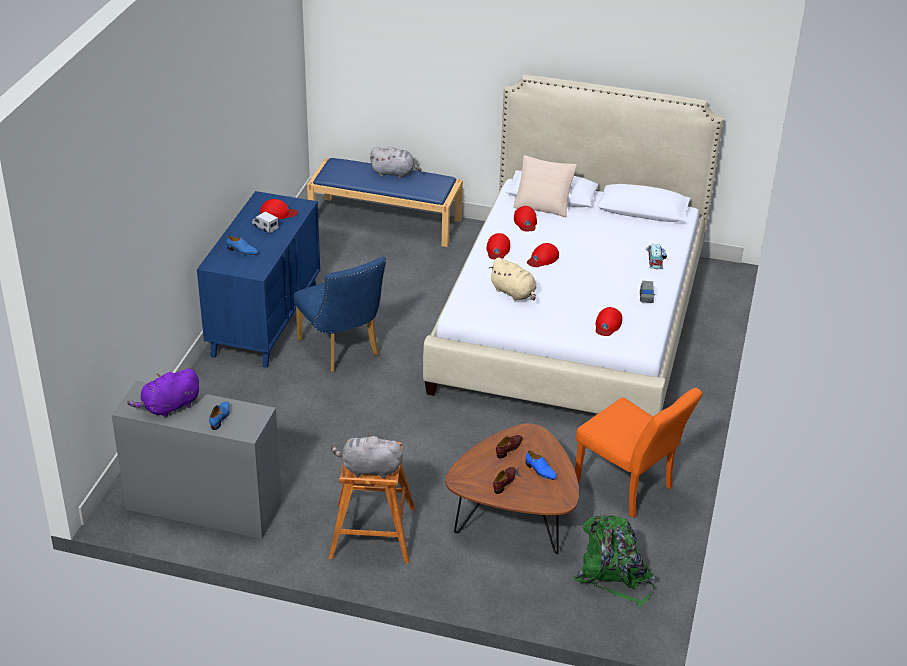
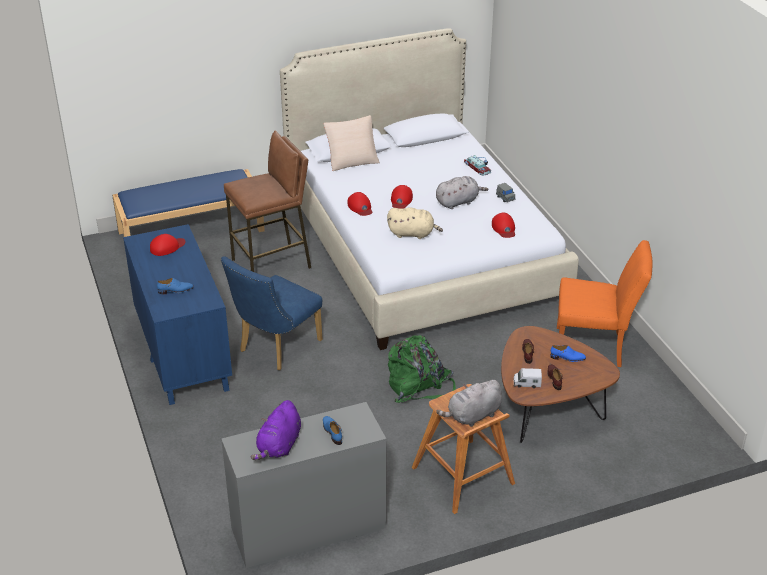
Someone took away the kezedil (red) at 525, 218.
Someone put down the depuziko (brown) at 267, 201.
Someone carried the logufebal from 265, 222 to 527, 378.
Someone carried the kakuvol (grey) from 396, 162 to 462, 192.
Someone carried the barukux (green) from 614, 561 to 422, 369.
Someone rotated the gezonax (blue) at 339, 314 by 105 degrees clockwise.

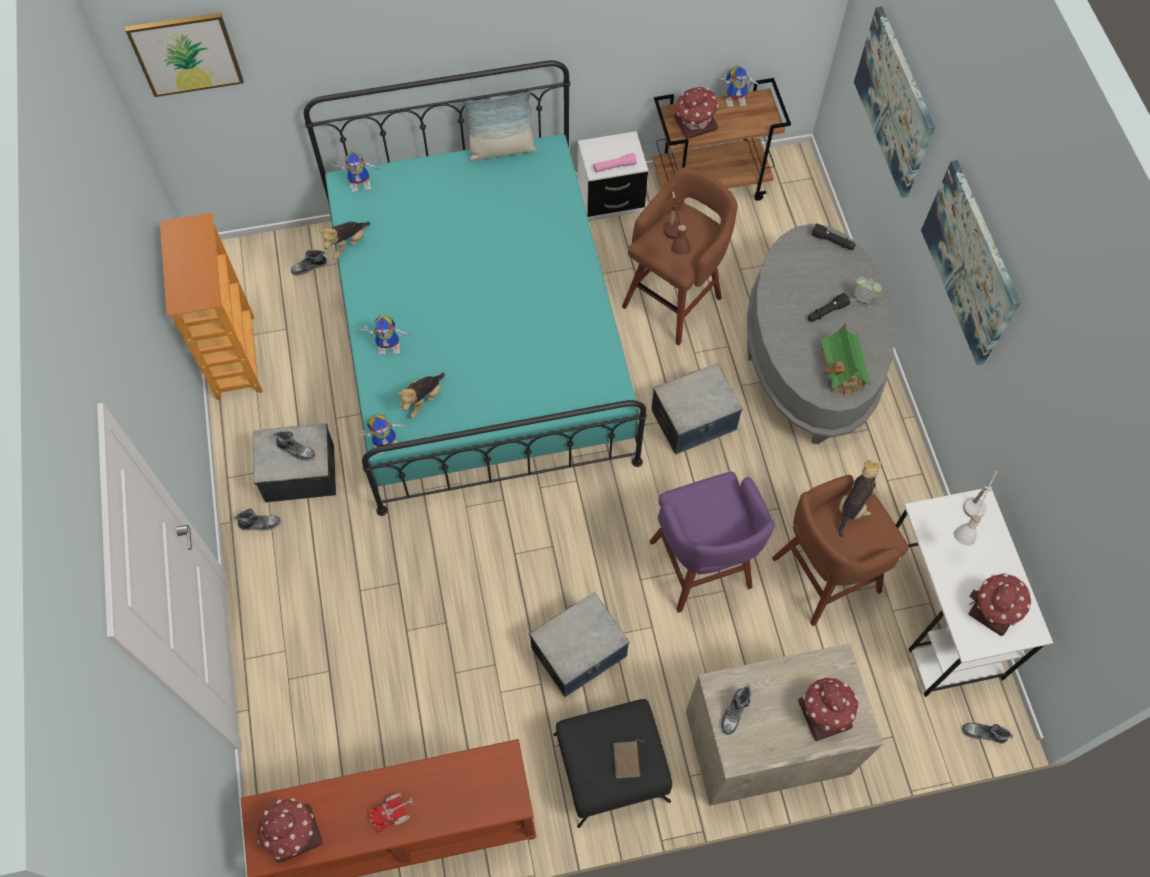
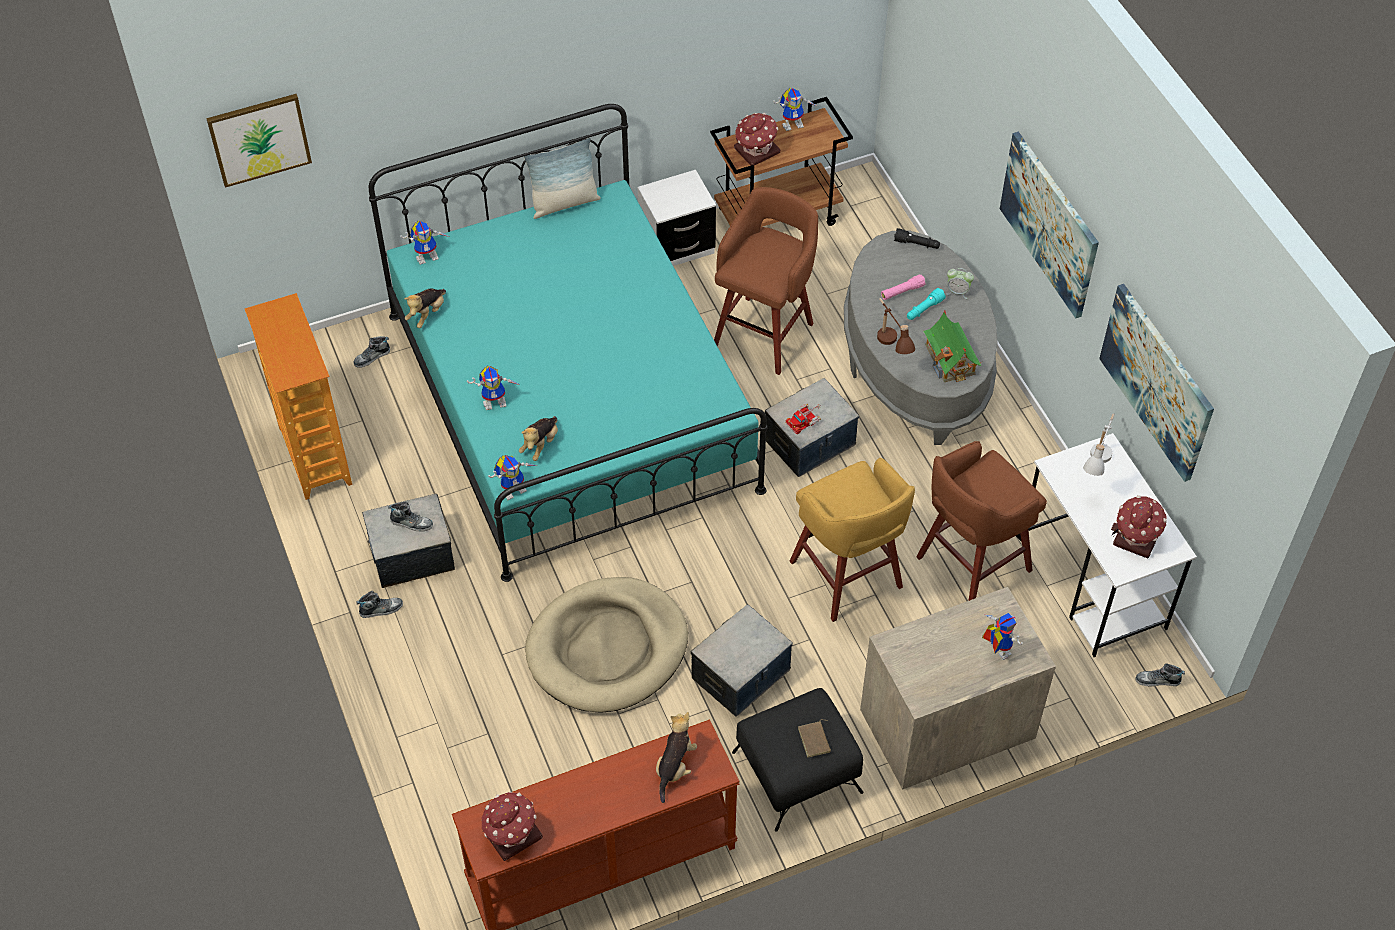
Someone took away the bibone at 736, 710.
Someone put down the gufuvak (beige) at 606, 645.
Someone carried the logufebal from 391, 812 to 803, 418.
Someone carried the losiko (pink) from 615, 162 to 903, 287.
Someone carried the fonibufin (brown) from 677, 223 to 896, 326.
Someone carried the kakuvol from 860, 498 to 676, 757.
Someone carried the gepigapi from 894, 102 to 1156, 383.
Someone swapped the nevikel at 828, 709 for the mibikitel at 1002, 636.
Someone repainted the depuziko (purple) at 712, 542, which became the depuziko (yellow) at 852, 540.
Someone repainted the losiko (black) at 829, 307, which became the losiko (turquoise) at 926, 304.

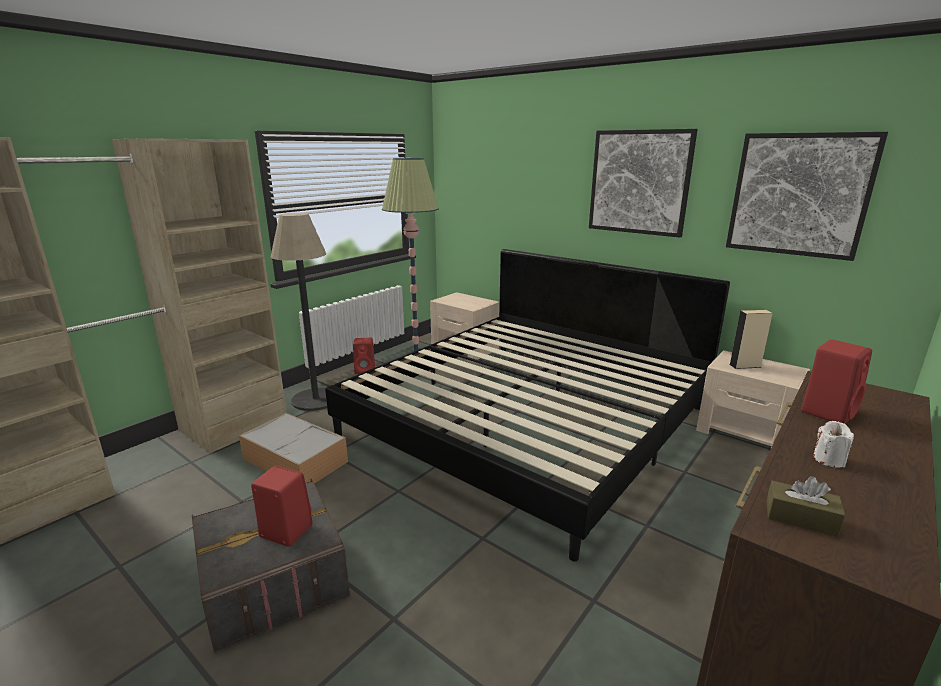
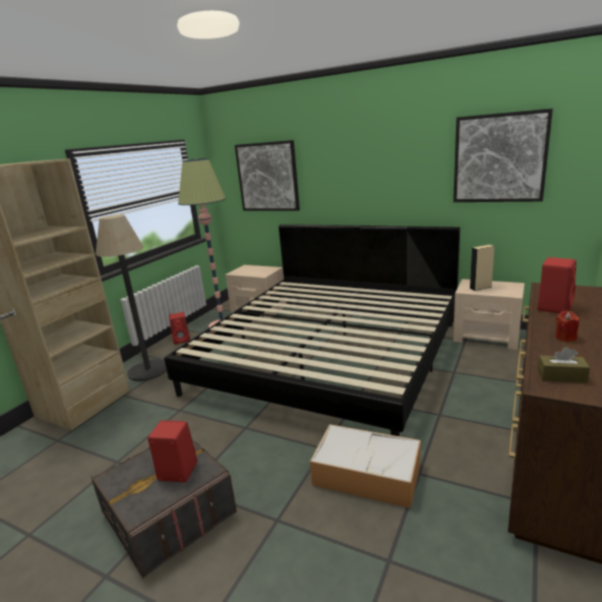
Someone carried the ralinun from 293, 448 to 365, 466.
Someone carried the gepigapi from 643, 183 to 267, 175.
Someone repainted the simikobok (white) at 833, 444, which became the simikobok (red) at 567, 326.

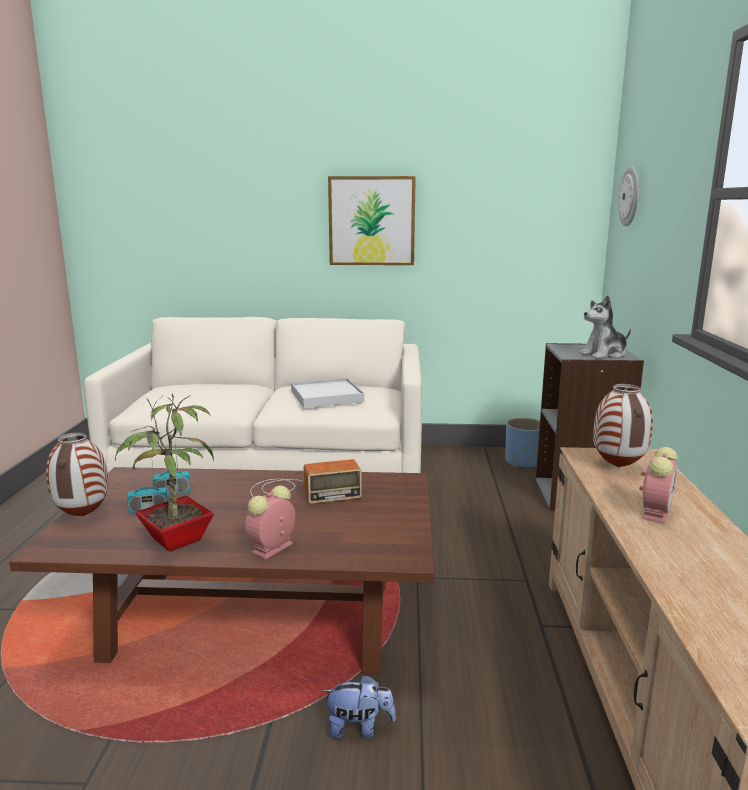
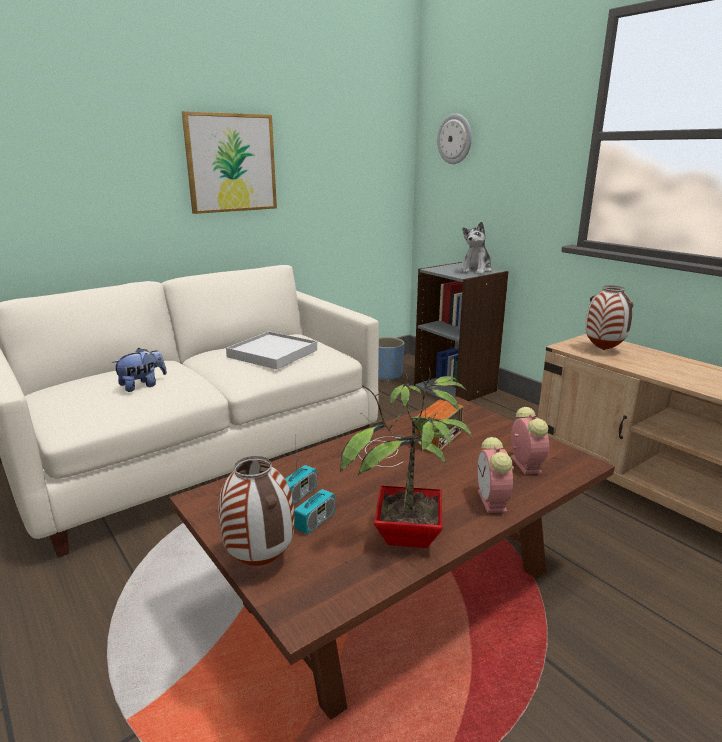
Someone carried the kakuvol from 359, 707 to 139, 370.
Someone carried the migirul from 658, 485 to 530, 441.

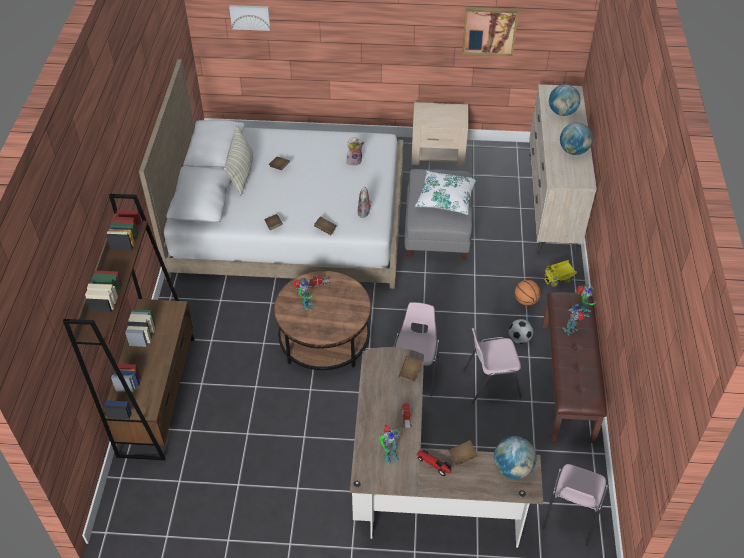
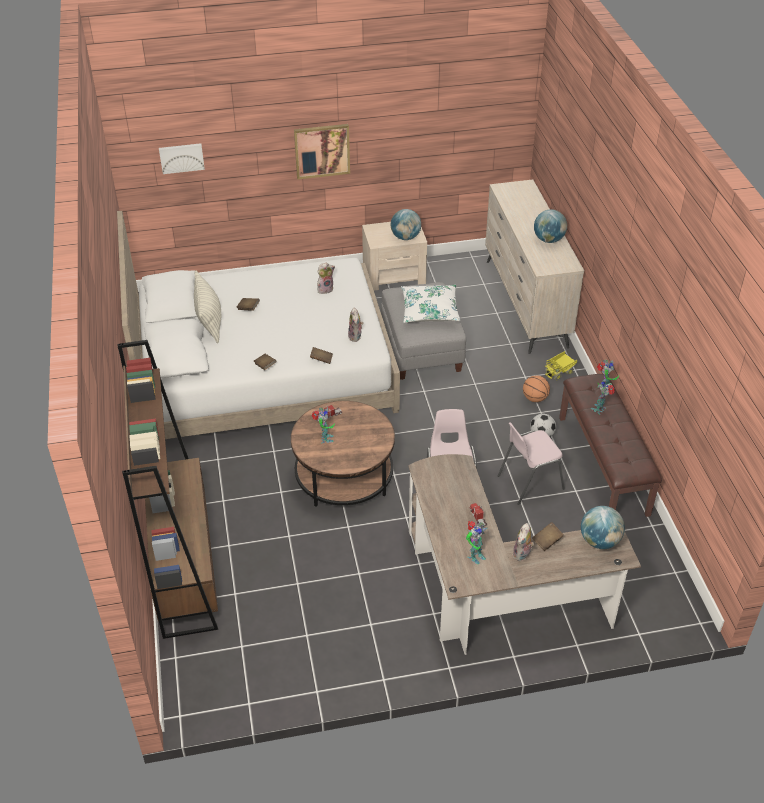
Someone took away the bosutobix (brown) at 410, 369.
Someone took away the gezonax (pink) at 575, 505.
Someone carried the gepigapi from 490, 32 to 322, 151.
Someone carried the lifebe from 564, 100 to 406, 224.
Someone swapped the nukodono at 434, 463 for the kakuvol at 523, 542.

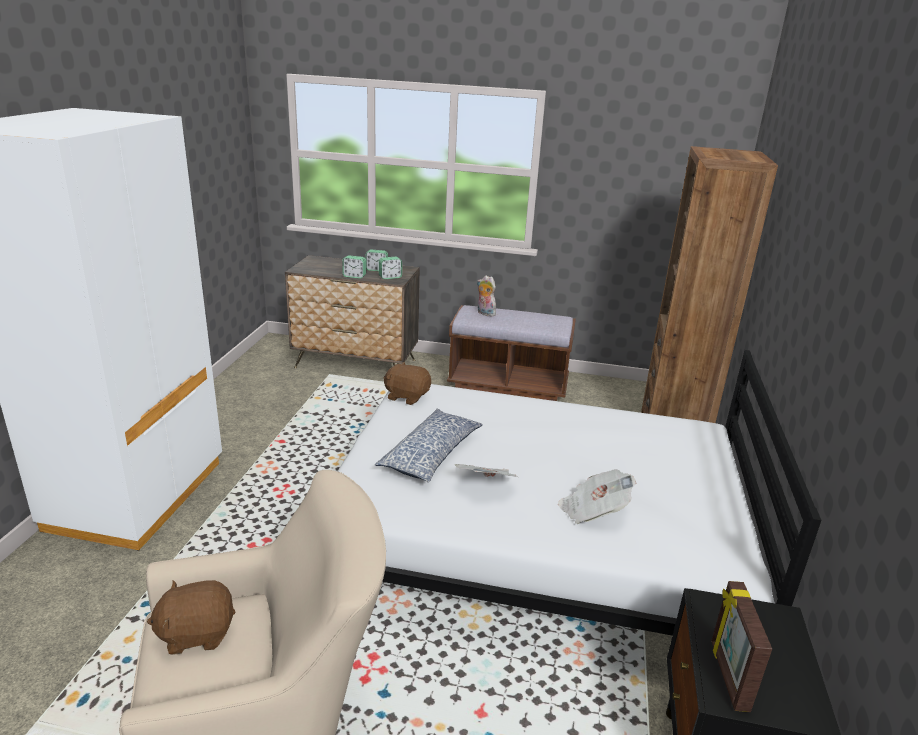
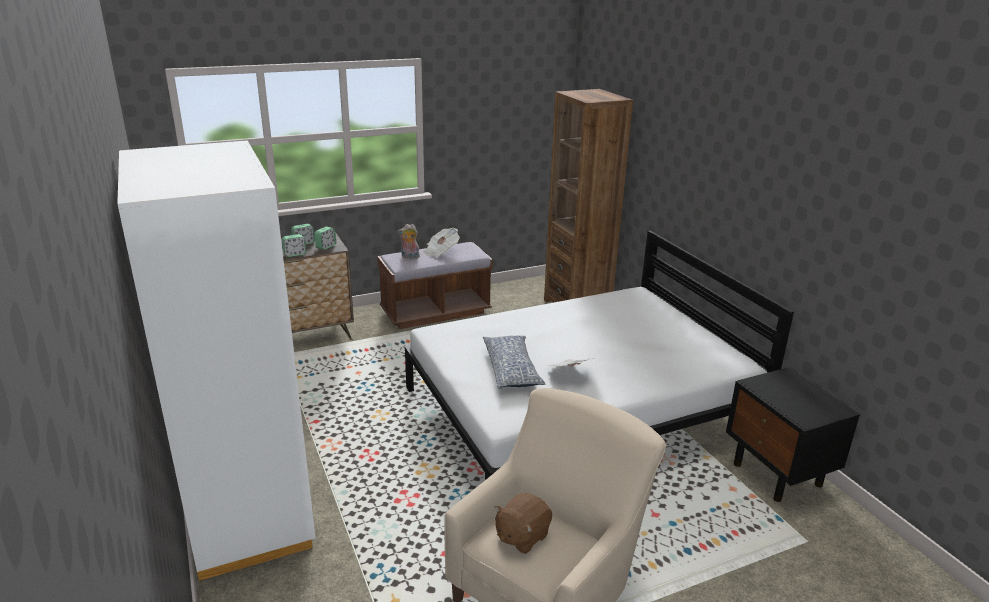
Someone took away the kakuvol (brown) at 407, 383.
Someone took away the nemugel at 741, 646.
Someone carried the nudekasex from 597, 496 to 441, 242.

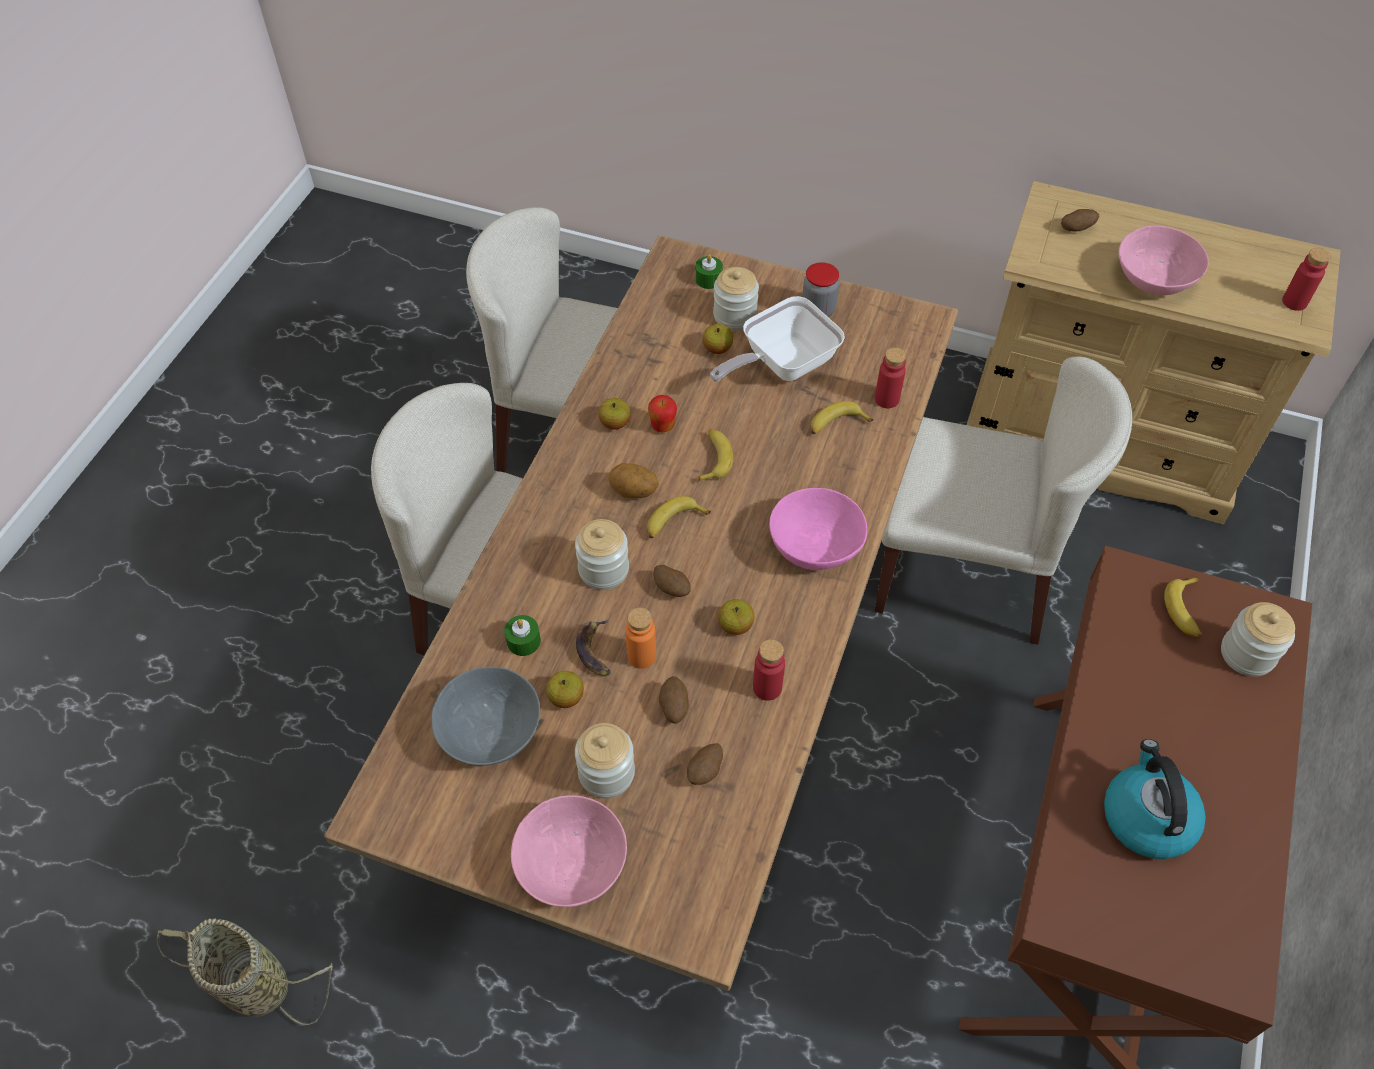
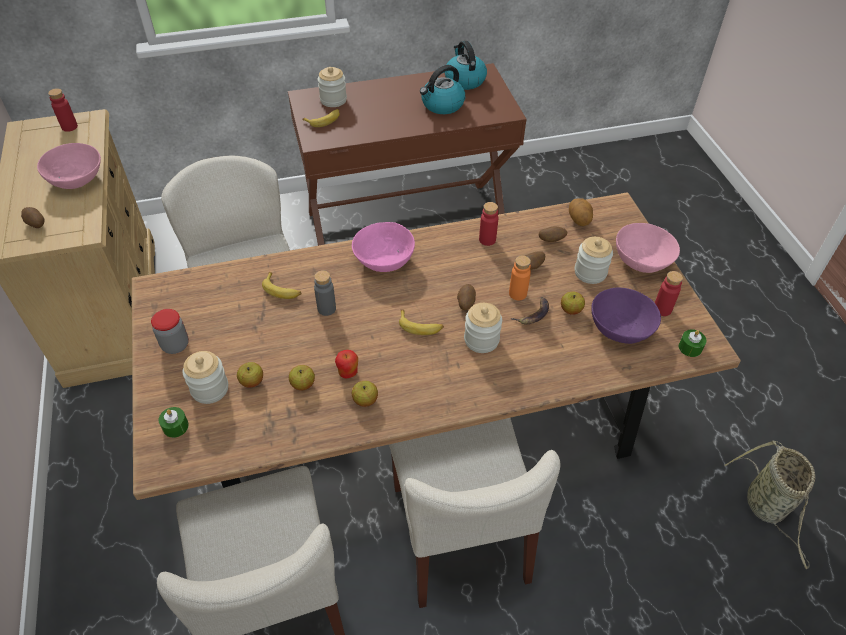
Someone took away the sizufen at 715, 455.
Someone took away the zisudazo at 777, 339.
Someone put down the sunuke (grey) at 325, 293.
Someone put down the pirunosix at 466, 65.
Someone carried the simikobok (green) from 522, 635 to 693, 343.
Someone carried the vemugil from 633, 480 to 581, 212.
Someone carried the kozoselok from 736, 617 to 302, 377.
Someone carried the sunuke (red) from 890, 377 to 669, 293.
Someone repainted the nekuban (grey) at 485, 716, which became the nekuban (purple) at 626, 315.

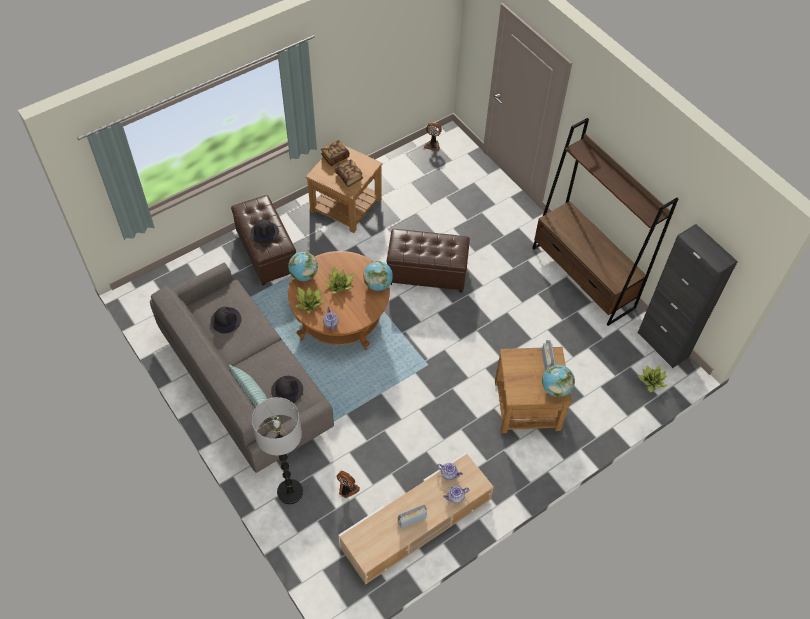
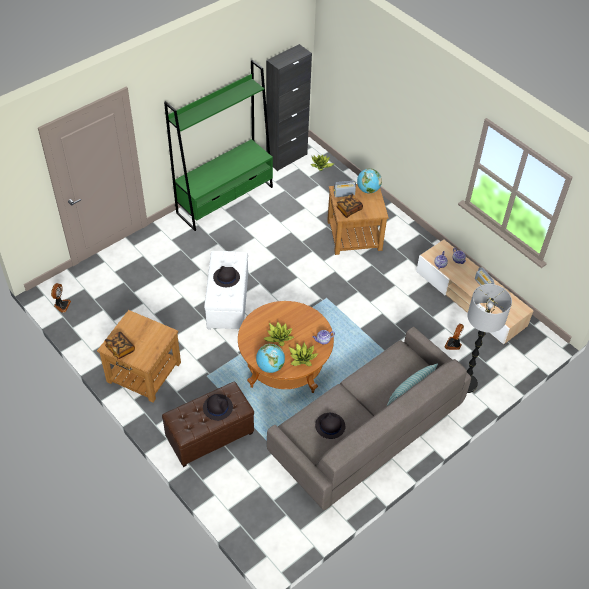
Someone took away the lifebe at 378, 276.
Someone carried the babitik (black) from 287, 389 to 226, 276.
Someone carried the bosutobix from 349, 173 to 349, 206.
Someone repainted the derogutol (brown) at 428, 261, which became the derogutol (white) at 226, 290.
Someone repainted the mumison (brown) at 605, 222, which became the mumison (green) at 218, 145.

